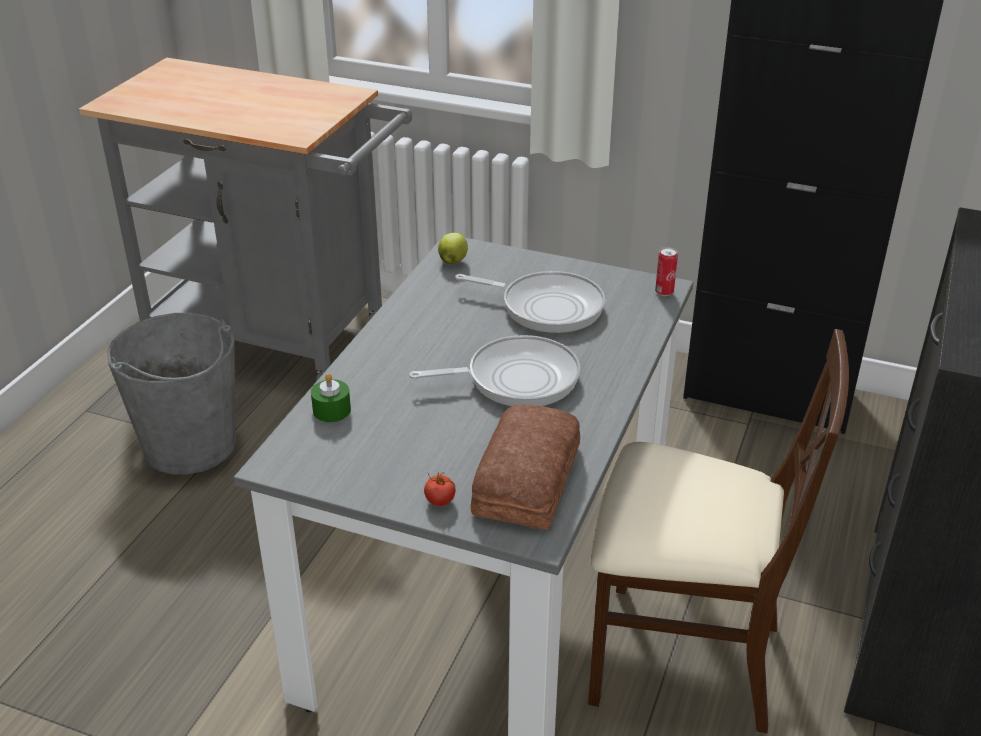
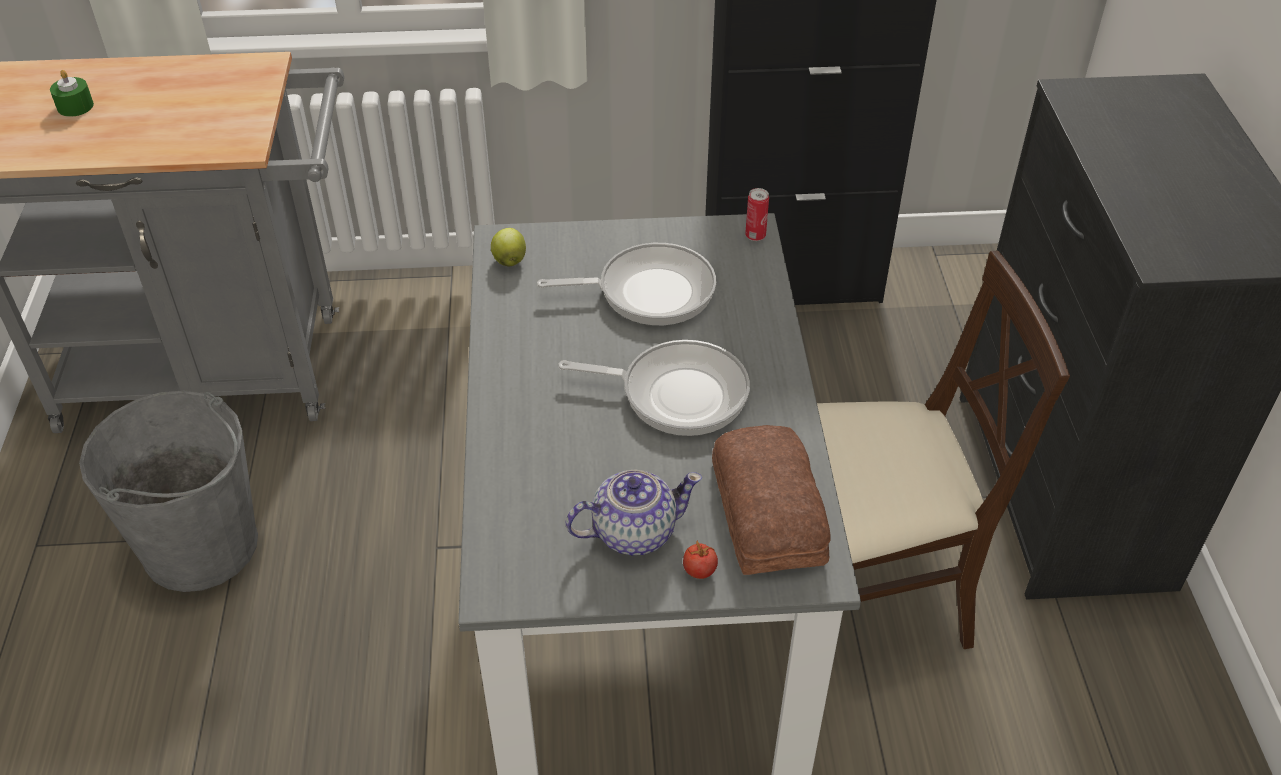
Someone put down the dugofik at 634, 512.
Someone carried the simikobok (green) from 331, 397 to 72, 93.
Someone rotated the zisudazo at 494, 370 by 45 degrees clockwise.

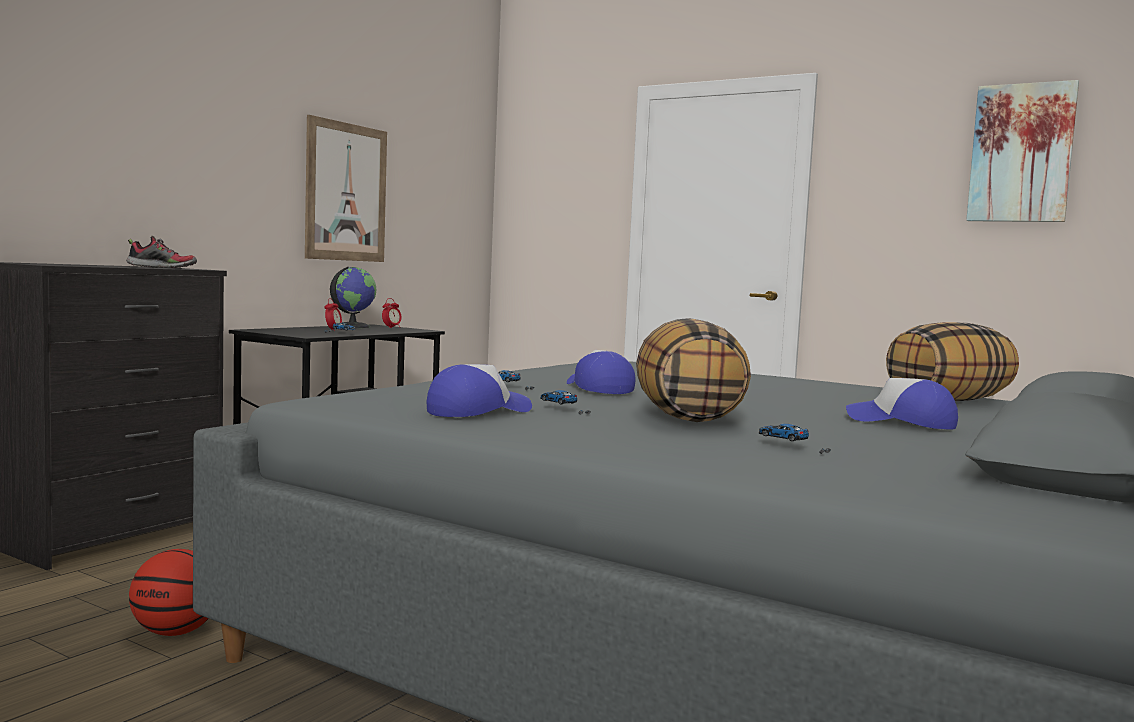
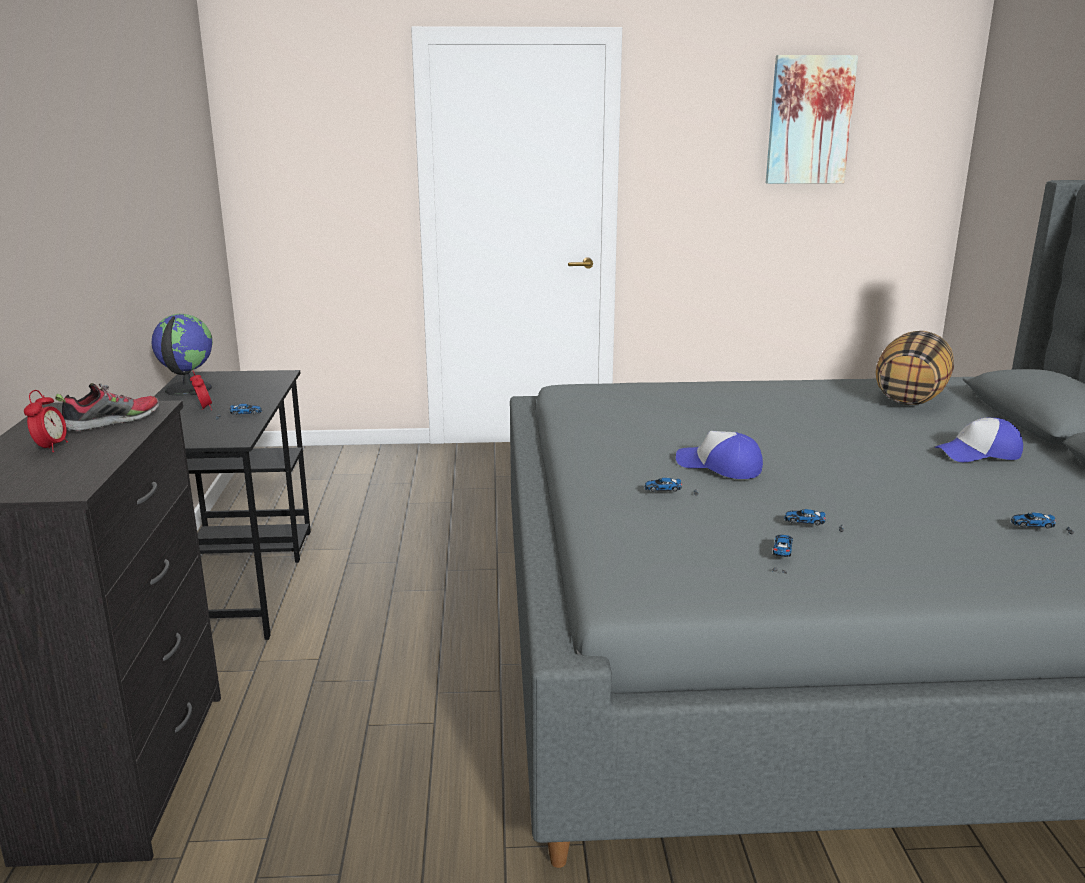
Someone took away the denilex at 169, 592.
Someone took away the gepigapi at 346, 188.
Someone took away the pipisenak at 693, 370.
Someone carried the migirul from 392, 313 to 46, 421.
Someone swapped the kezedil at 479, 390 for the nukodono at 782, 554.

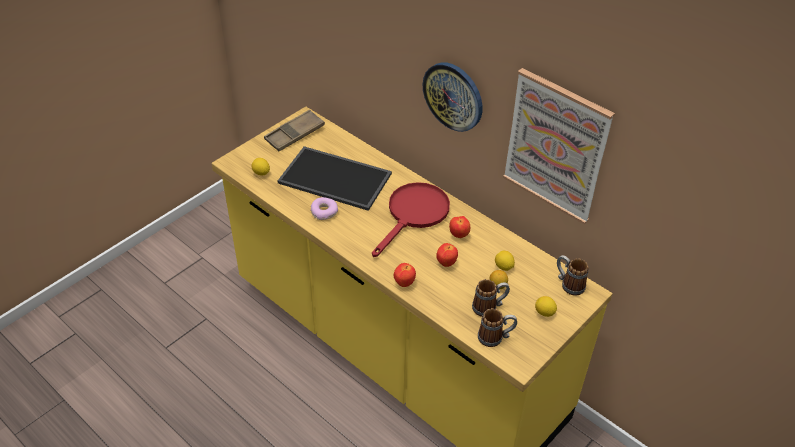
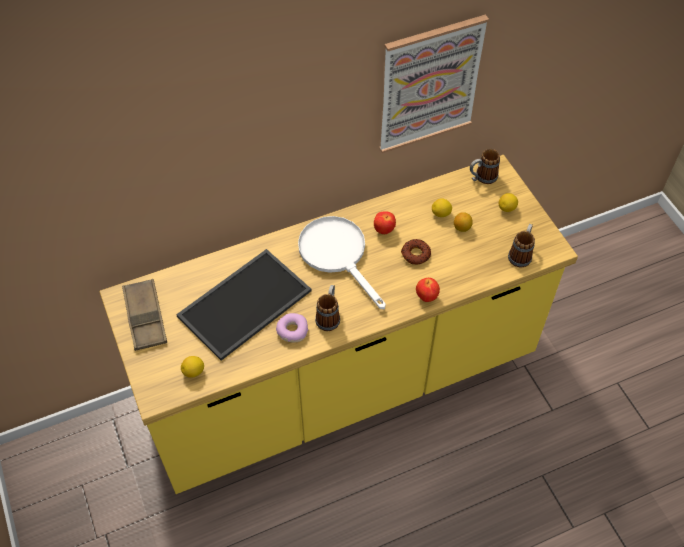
Someone took away the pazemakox at 453, 97.
Someone carried the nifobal from 491, 298 to 327, 308.
Someone swapped the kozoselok at 447, 255 for the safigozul at 416, 252.
Someone repainted the zisudazo (red) at 411, 219, which became the zisudazo (white) at 342, 262.

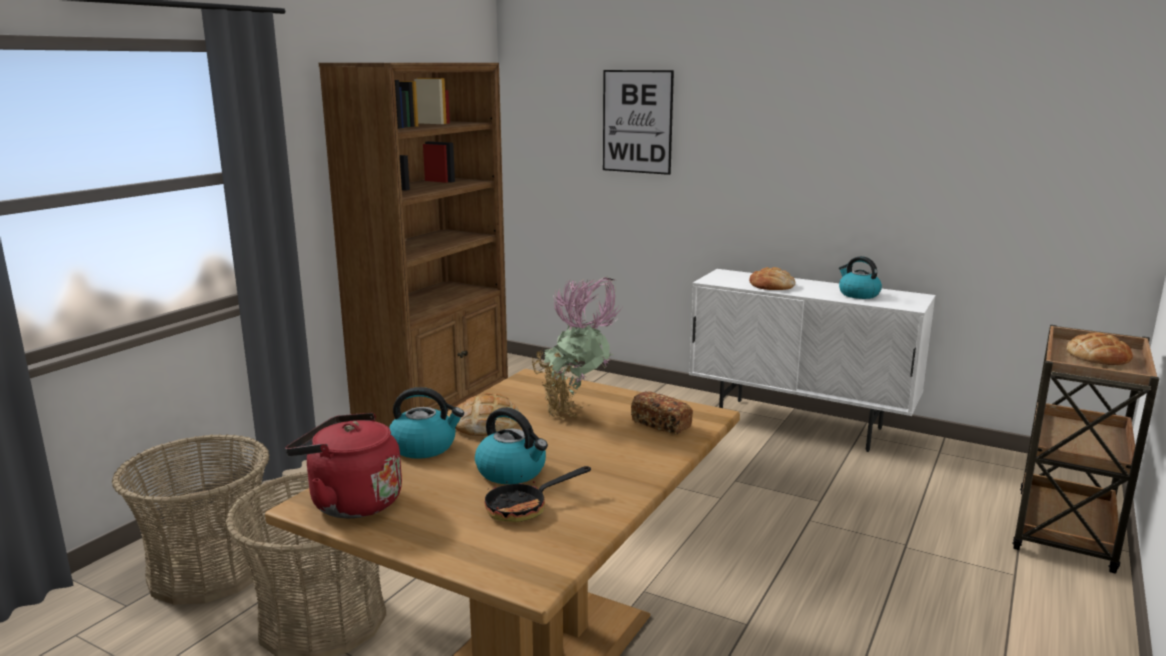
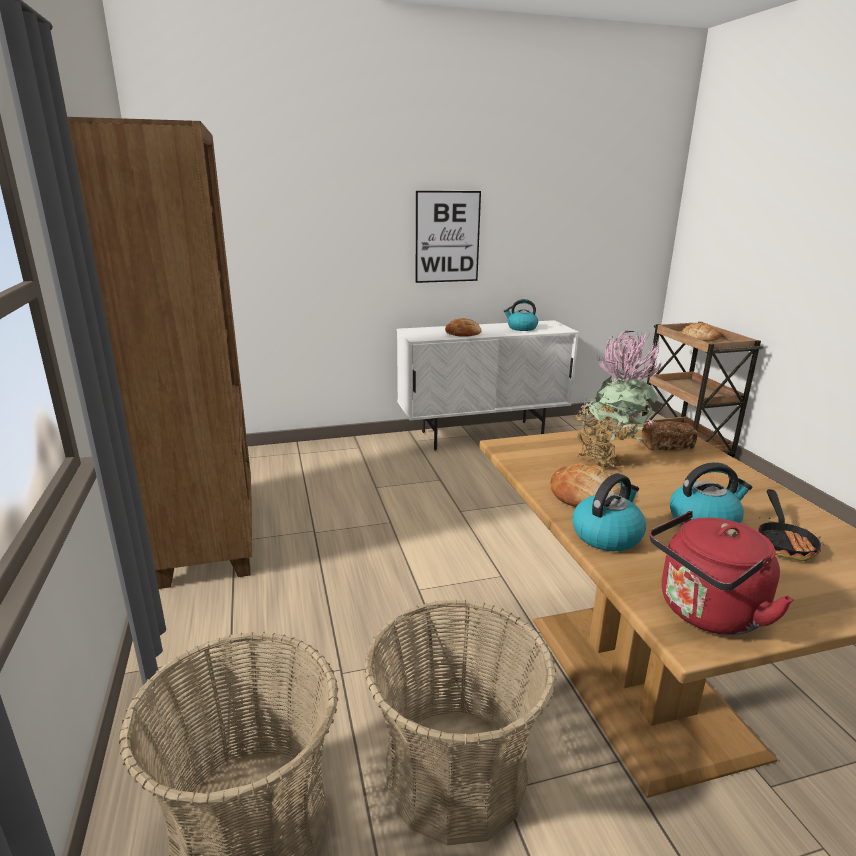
Someone carried the gepigapi from 638, 122 to 448, 237.

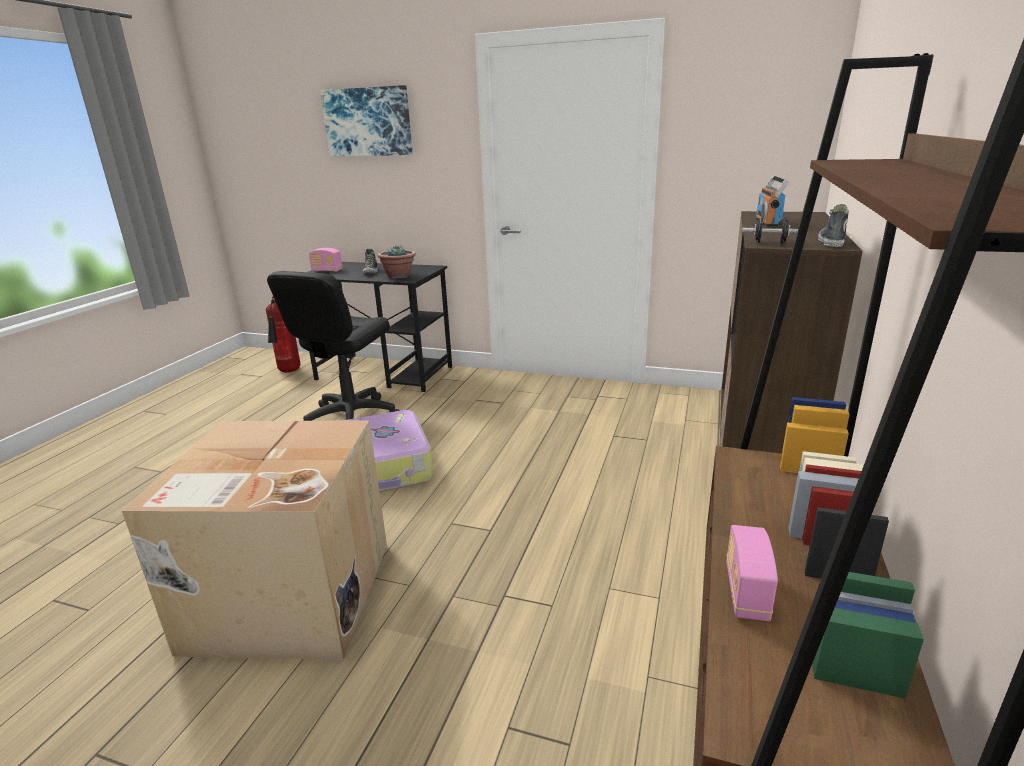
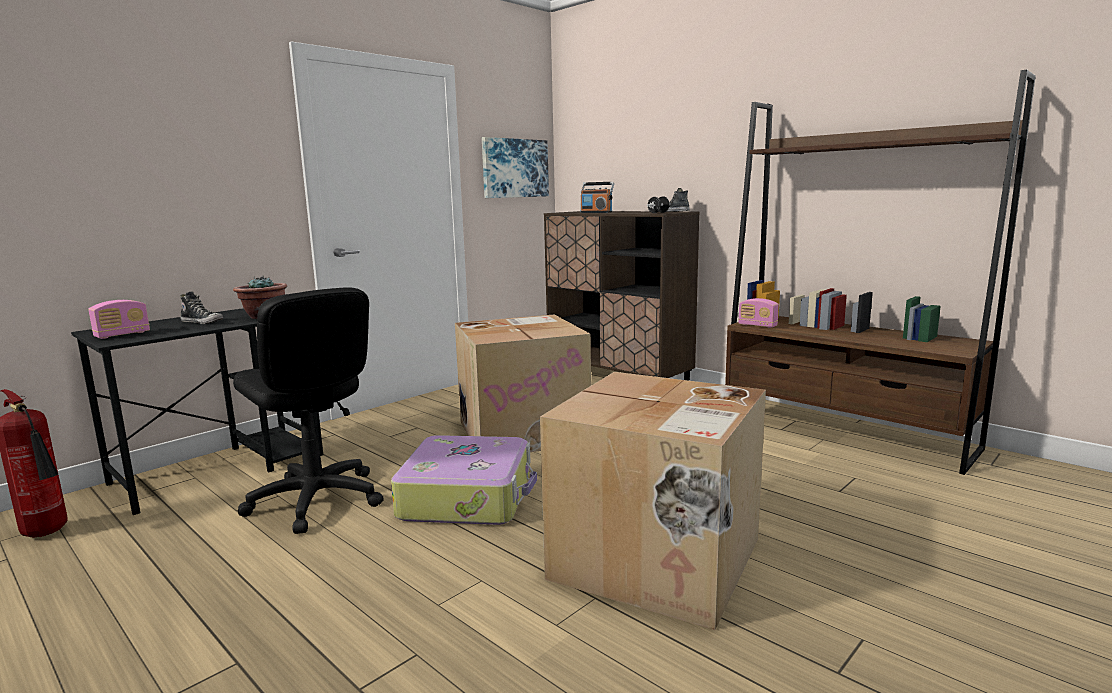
Someone put down the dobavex at 523, 383.
Someone carried the gepigapi from 366, 121 to 515, 167.
Someone carried the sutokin from 752, 573 to 758, 313.

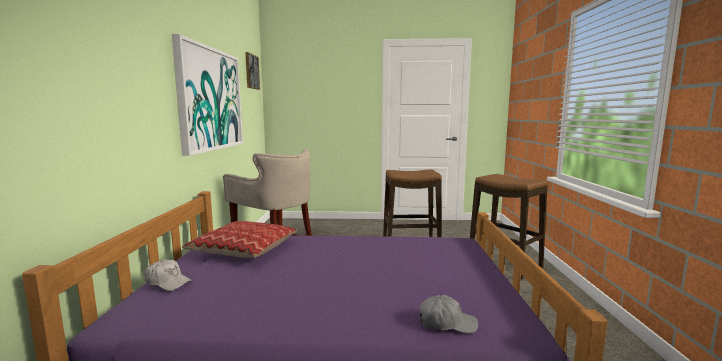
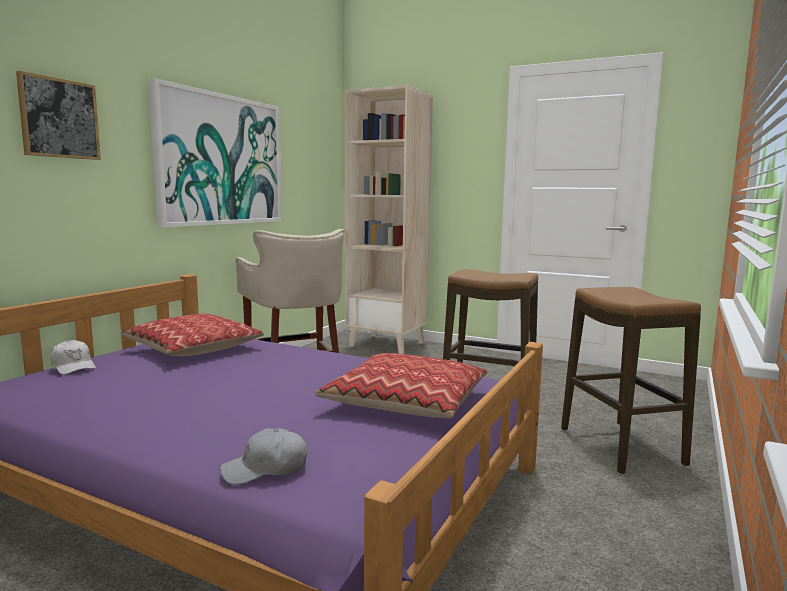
Someone put down the pipisenak at 401, 385.
Someone put down the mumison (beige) at 389, 219.
Someone carried the gepigapi from 252, 71 to 58, 115.
Someone rotated the kezedil (grey) at 448, 314 by 135 degrees clockwise.

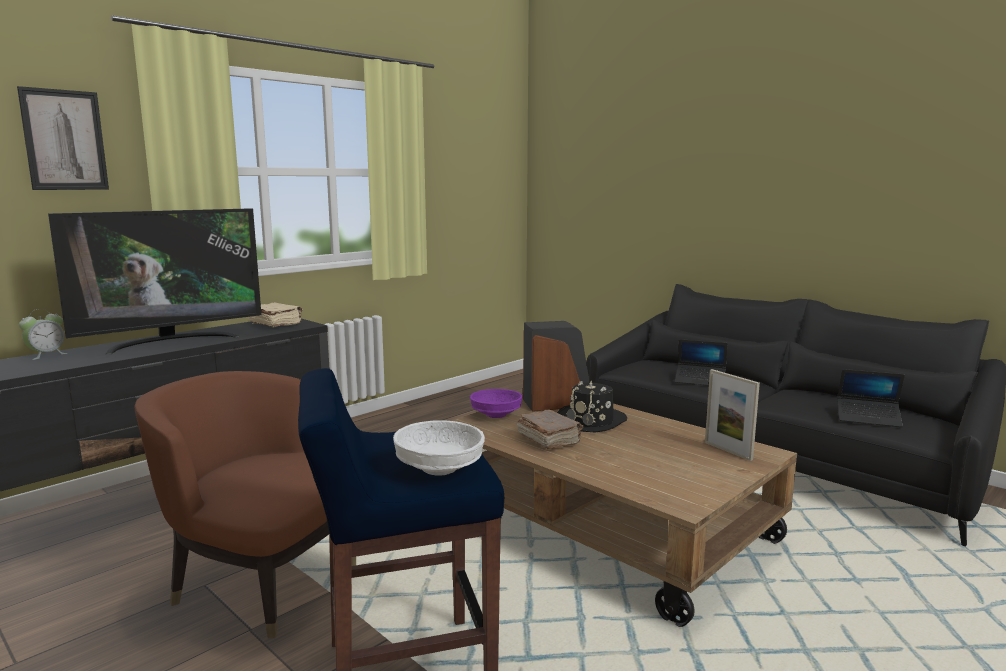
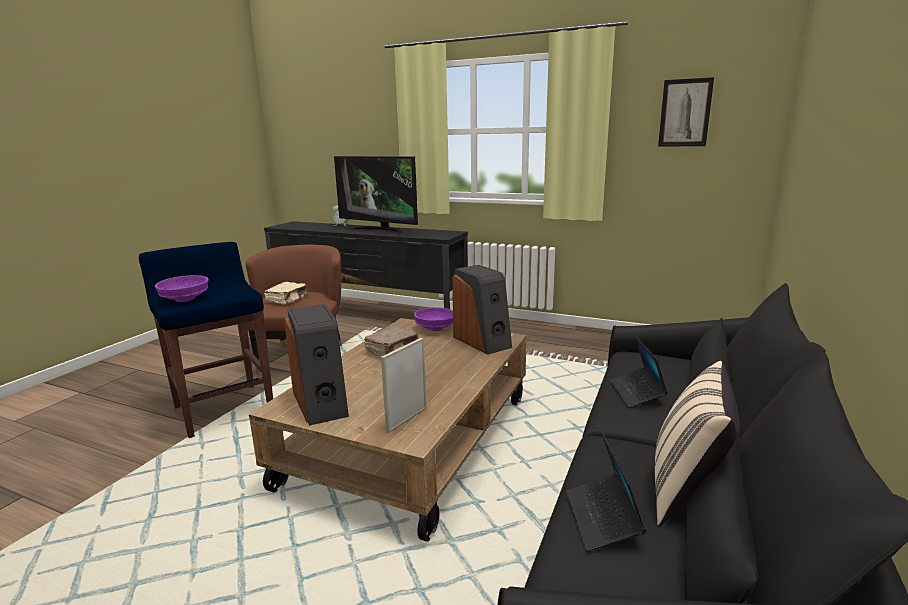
Someone took away the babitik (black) at 592, 407.
Someone put down the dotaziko at 316, 365.
Someone put down the pipisenak (beige) at 697, 443.
Someone carried the gepigapi from 63, 138 to 686, 112.
Someone carried the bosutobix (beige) from 275, 314 to 286, 293.
Someone repainted the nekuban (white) at 439, 448, which became the nekuban (purple) at 182, 288.

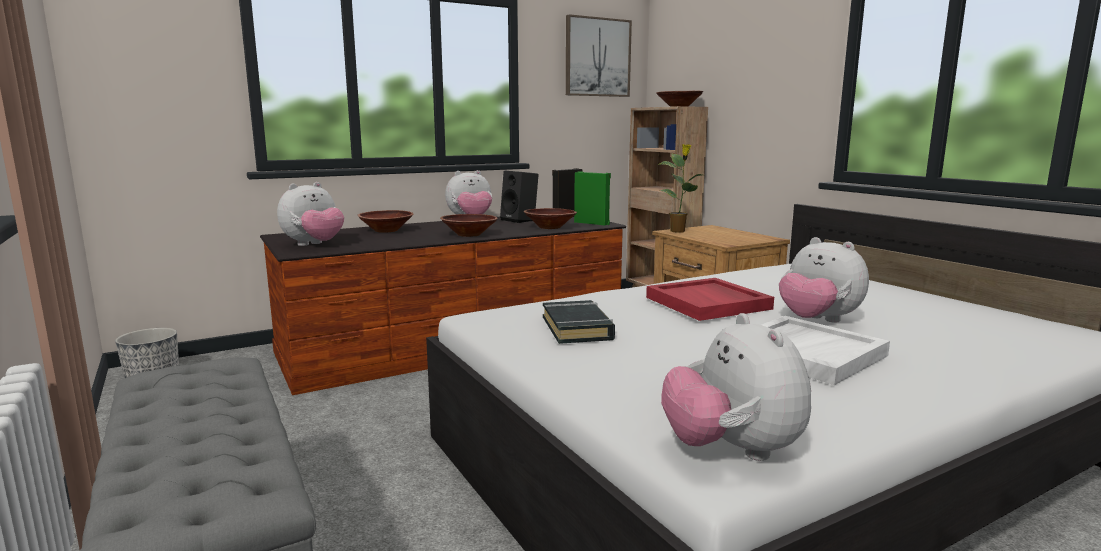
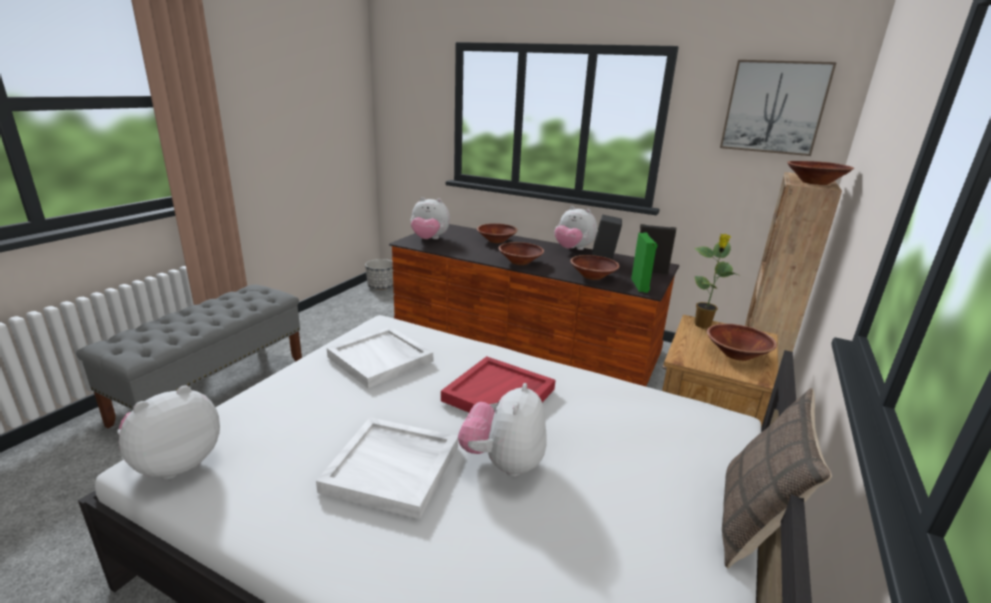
Someone put down the nekuban (brown) at 742, 342.
Someone put down the pipisenak at 777, 478.
Someone swapped the bosutobix (black) at 579, 322 for the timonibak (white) at 380, 357.

